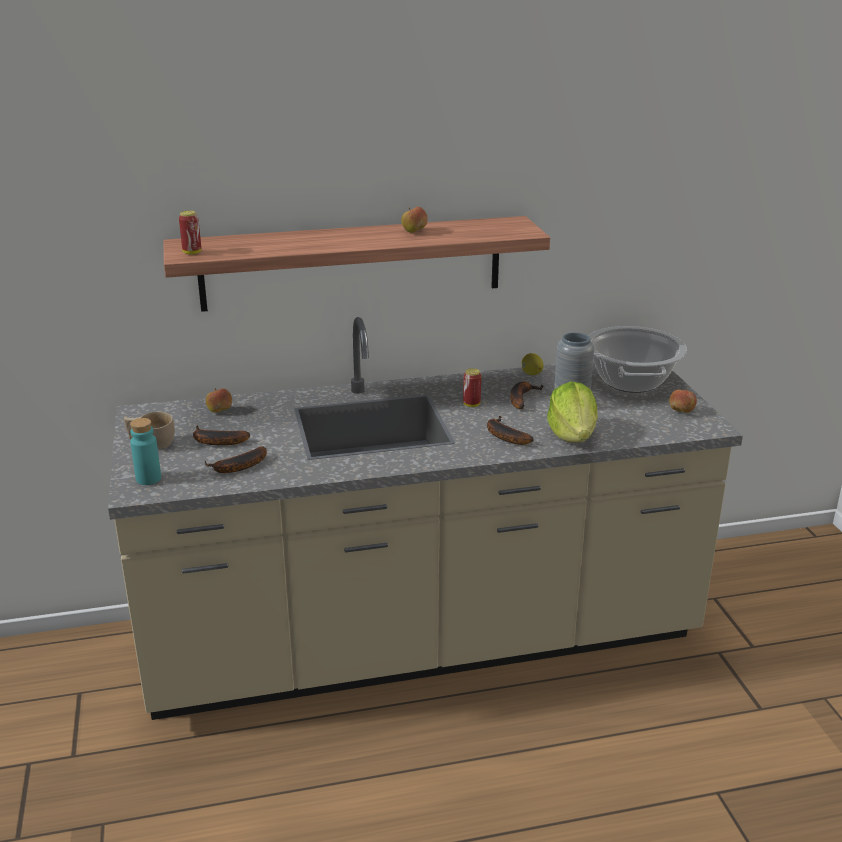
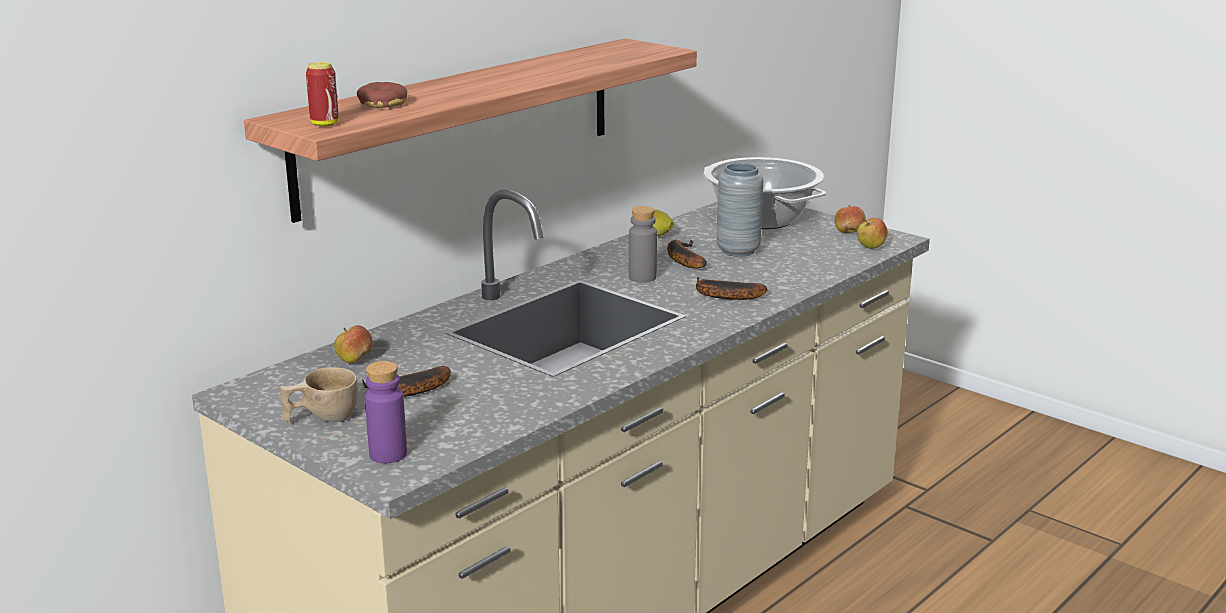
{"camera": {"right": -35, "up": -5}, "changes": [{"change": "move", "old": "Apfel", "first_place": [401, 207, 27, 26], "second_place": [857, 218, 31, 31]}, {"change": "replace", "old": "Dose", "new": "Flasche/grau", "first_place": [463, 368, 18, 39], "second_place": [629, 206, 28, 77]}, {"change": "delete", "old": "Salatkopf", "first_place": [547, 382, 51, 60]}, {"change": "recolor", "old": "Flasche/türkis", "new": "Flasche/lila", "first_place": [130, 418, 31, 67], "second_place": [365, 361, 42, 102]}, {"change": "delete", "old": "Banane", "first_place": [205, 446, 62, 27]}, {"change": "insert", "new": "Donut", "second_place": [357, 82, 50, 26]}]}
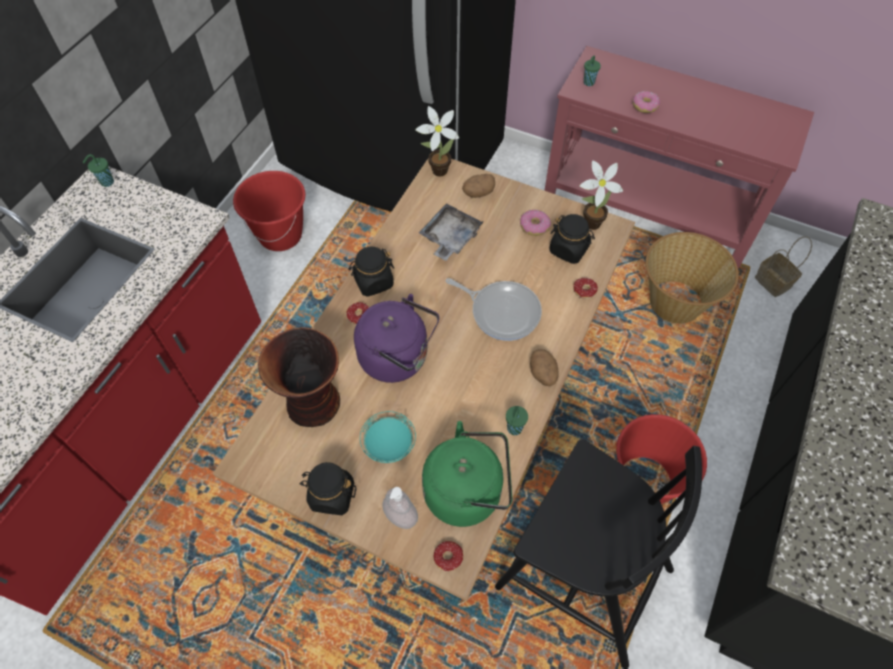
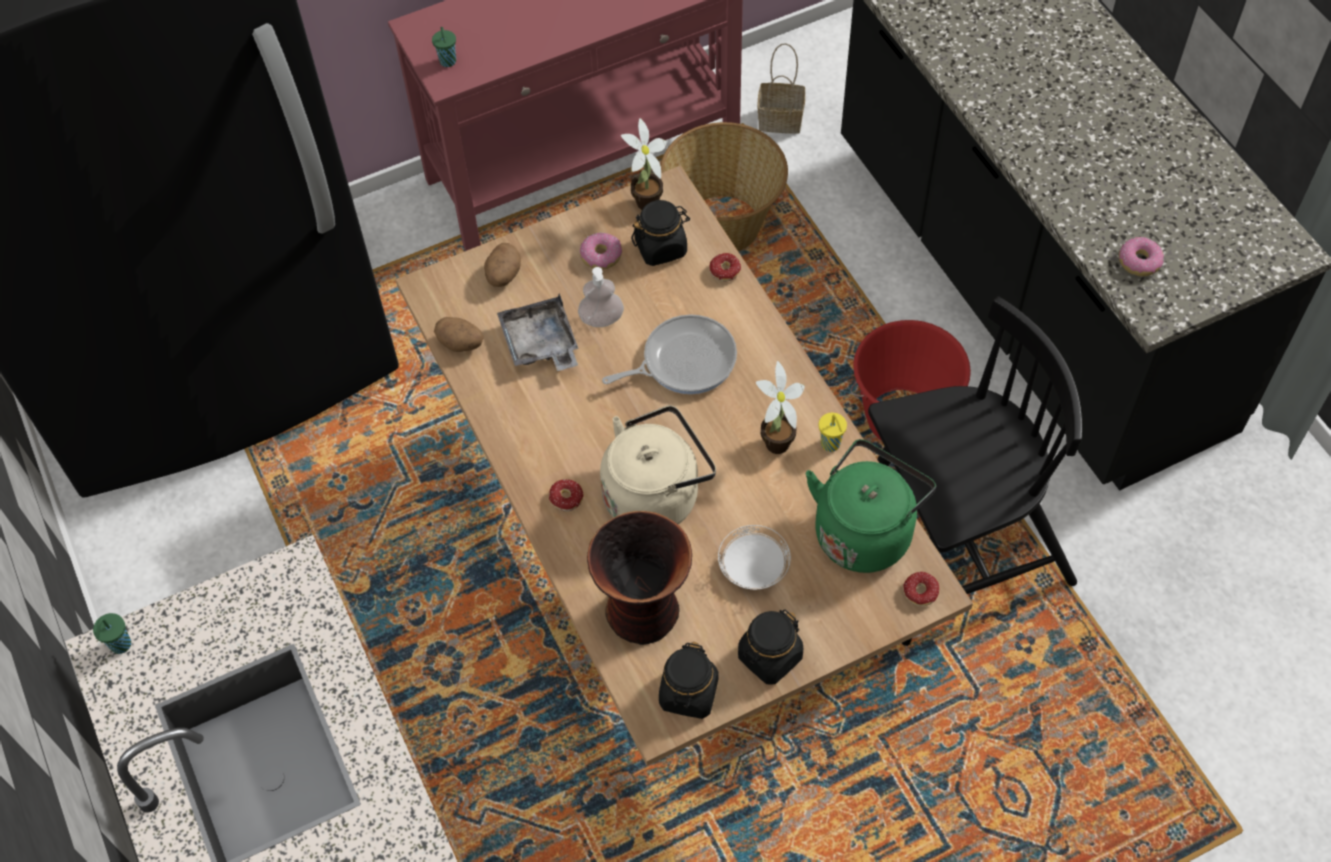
{"camera": {"right": -50, "up": 0}, "changes": [{"change": "move", "old": "Donut", "first_place": [633, 91, 27, 22], "second_place": [1119, 237, 45, 39]}, {"change": "move", "old": "Topfpflanze", "first_place": [415, 106, 44, 71], "second_place": [756, 361, 49, 93]}, {"change": "delete", "old": "Eimer/rot", "first_place": [233, 171, 73, 80]}, {"change": "move", "old": "Vorratsglas/schwarz", "first_place": [348, 246, 46, 51], "second_place": [659, 642, 60, 77]}, {"change": "recolor", "old": "Wasserkessel/lila", "new": "Wasserkessel/beige", "first_place": [354, 294, 85, 89], "second_place": [600, 405, 116, 119]}, {"change": "move", "old": "Kartoffel", "first_place": [530, 349, 29, 37], "second_place": [434, 317, 50, 35]}, {"change": "recolor", "old": "Tasse/grün", "new": "Tasse/gelb", "first_place": [506, 406, 22, 29], "second_place": [819, 413, 28, 39]}, {"change": "recolor", "old": "Teller/türkis", "new": "Teller/weiß", "first_place": [360, 411, 56, 52], "second_place": [718, 525, 73, 65]}, {"change": "move", "old": "Seifenspender", "first_place": [382, 487, 36, 42], "second_place": [578, 267, 46, 60]}]}
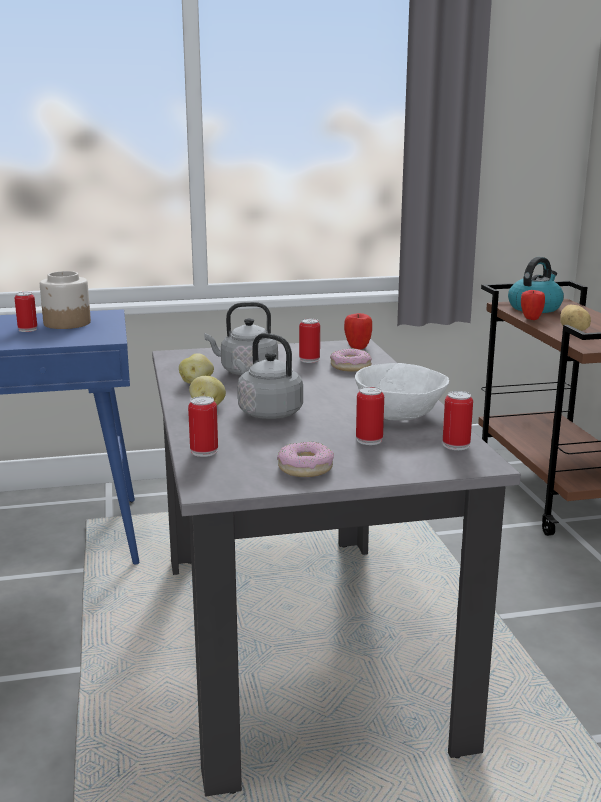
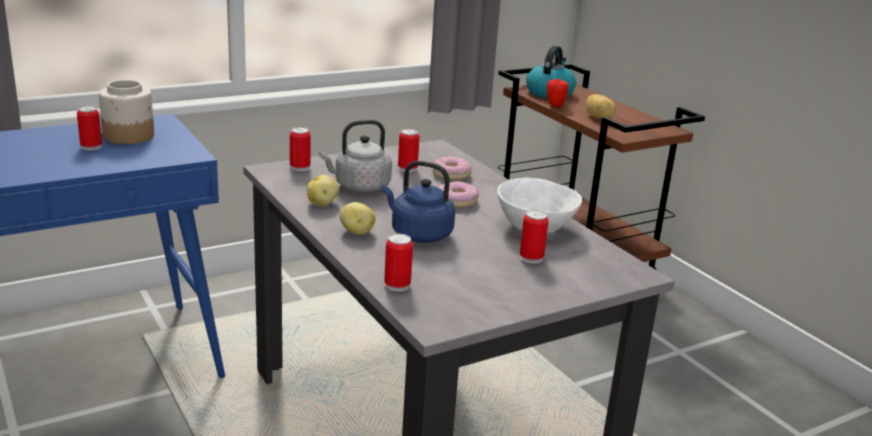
{"camera": {"right": -20, "up": 5}, "changes": [{"change": "delete", "old": "Apfel", "first_place": [344, 313, 28, 37]}, {"change": "recolor", "old": "Wasserkessel/grau", "new": "Wasserkessel/blau", "first_place": [236, 333, 67, 86], "second_place": [382, 161, 73, 82]}, {"change": "move", "old": "Dose", "first_place": [443, 391, 30, 59], "second_place": [290, 127, 21, 44]}, {"change": "move", "old": "Donut", "first_place": [277, 442, 57, 35], "second_place": [438, 181, 41, 27]}]}
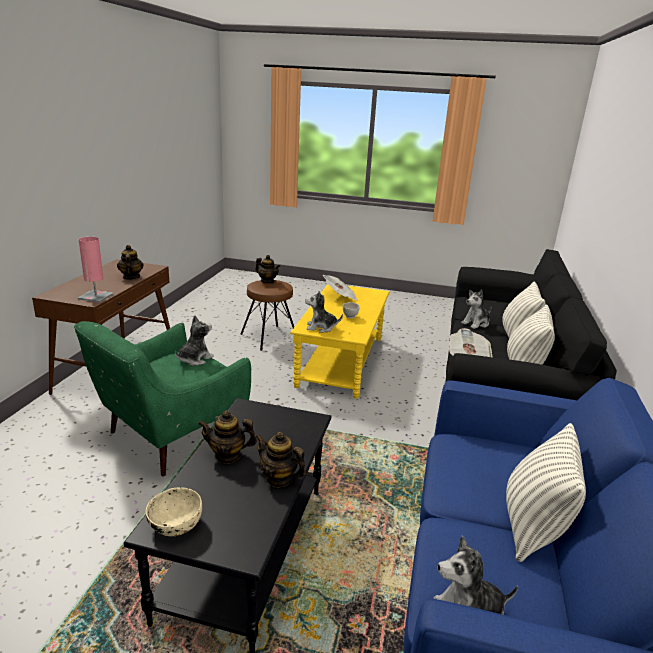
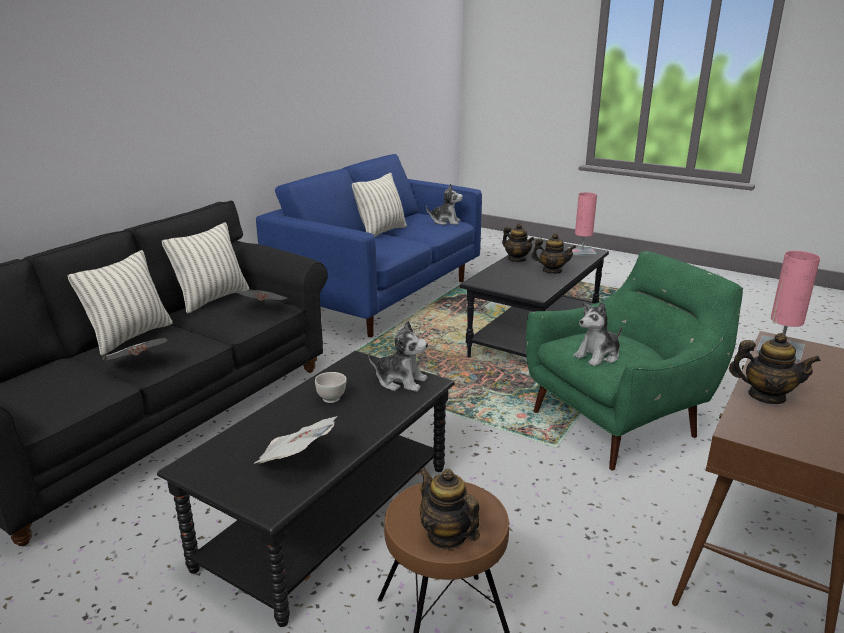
{"camera": {"right": -160, "up": 0}, "changes": [{"change": "rotate", "old": "Teekanne", "first_place": [117, 245, 27, 35], "second_place": [729, 333, 92, 71], "degrees": -75}, {"change": "recolor", "old": "Couchtisch/gelb", "new": "Couchtisch/schwarz", "first_place": [290, 284, 100, 115], "second_place": [157, 351, 298, 276]}, {"change": "replace", "old": "Plüschtier", "new": "Zeitung", "first_place": [461, 290, 31, 39], "second_place": [102, 338, 66, 23]}, {"change": "replace", "old": "Schüssel/beige", "new": "Tischlampe/rosa", "first_place": [146, 487, 56, 49], "second_place": [568, 192, 29, 64]}]}
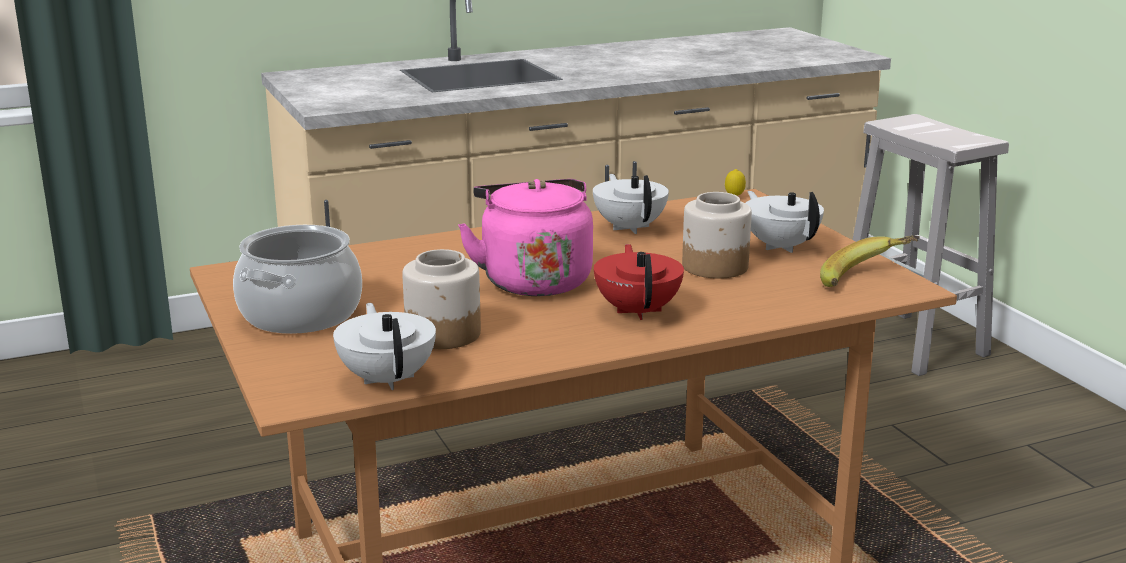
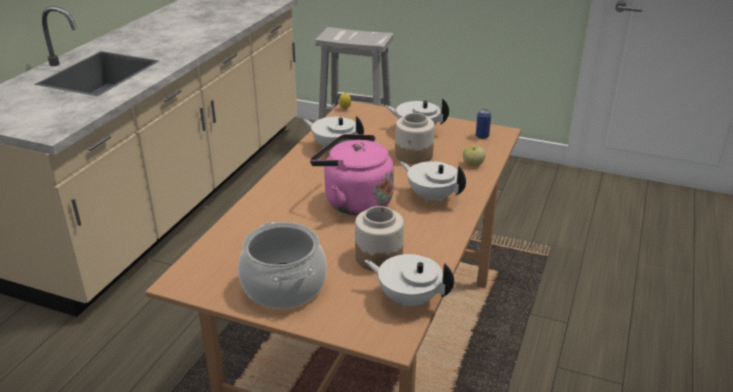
{"camera": {"right": -45, "up": 10}, "changes": [{"change": "replace", "old": "Banane", "new": "Dose", "first_place": [820, 236, 100, 51], "second_place": [476, 109, 15, 30]}, {"change": "recolor", "old": "Teekanne/rot", "new": "Teekanne/weiß", "first_place": [594, 244, 90, 76], "second_place": [400, 161, 66, 42]}, {"change": "insert", "new": "Apfel", "second_place": [463, 145, 23, 21]}]}
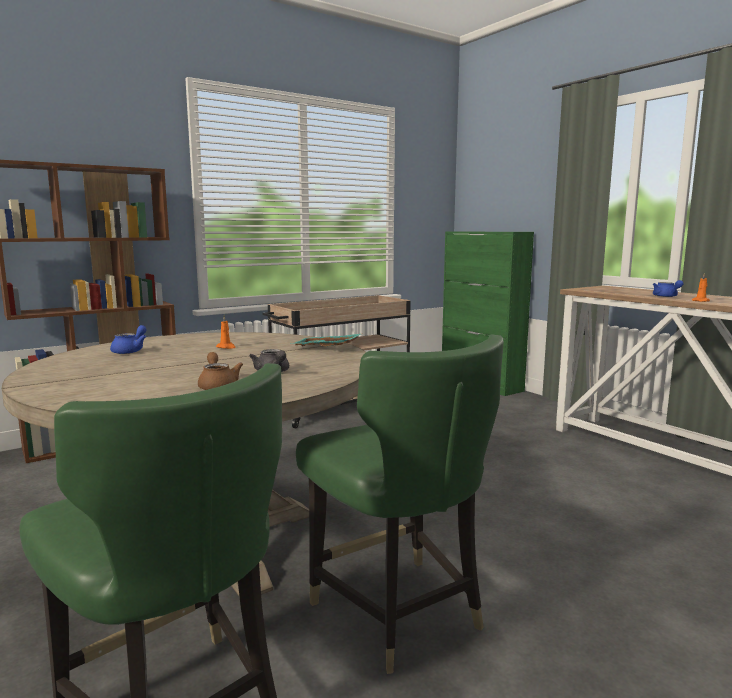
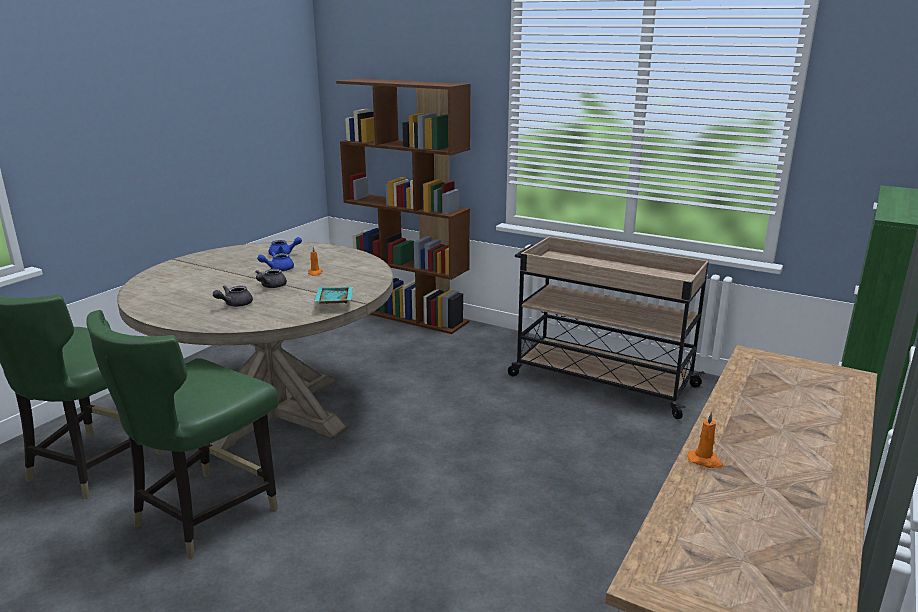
{"camera": {"right": 65, "up": 10}, "changes": [{"change": "move", "old": "Teekanne/blau", "first_place": [653, 280, 30, 17], "second_place": [257, 252, 37, 19]}, {"change": "delete", "old": "Teekanne/braun", "first_place": [198, 352, 45, 38]}, {"change": "insert", "new": "Teekanne/grau", "second_place": [256, 269, 31, 19]}]}
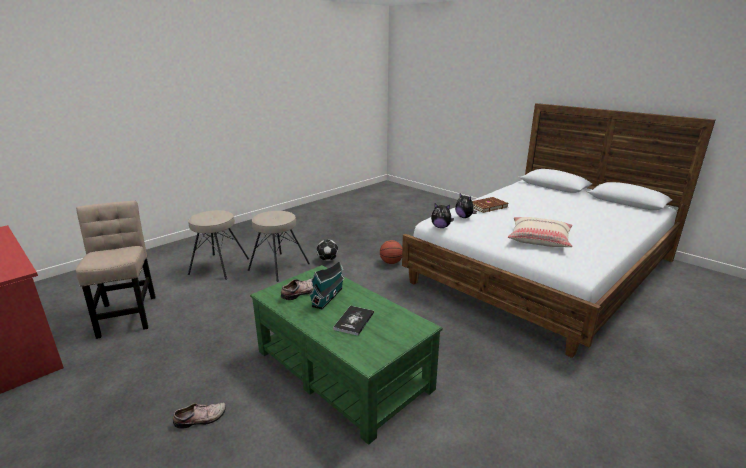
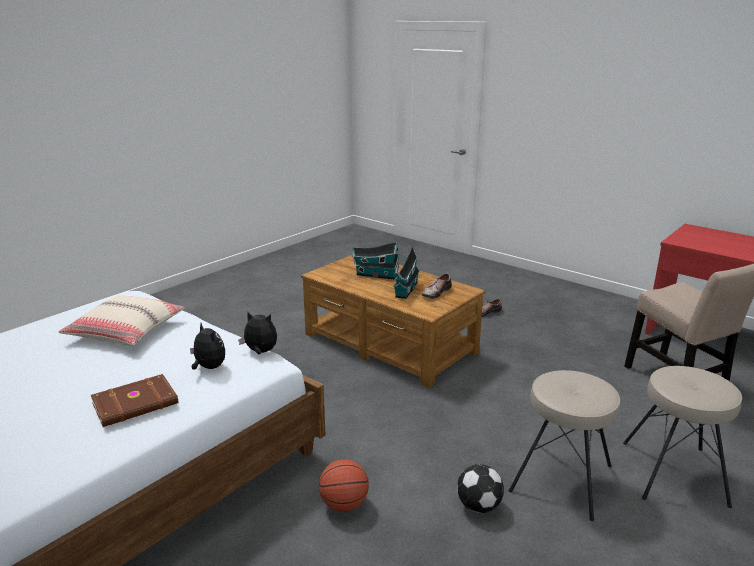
{"camera": {"right": 175, "up": 0}, "changes": [{"change": "recolor", "old": "Couchtisch/grün", "new": "Couchtisch/braun", "first_place": [250, 265, 193, 180], "second_place": [301, 255, 185, 133]}, {"change": "replace", "old": "Buch", "new": "Spielzeughaus", "first_place": [333, 306, 41, 30], "second_place": [352, 242, 48, 38]}]}
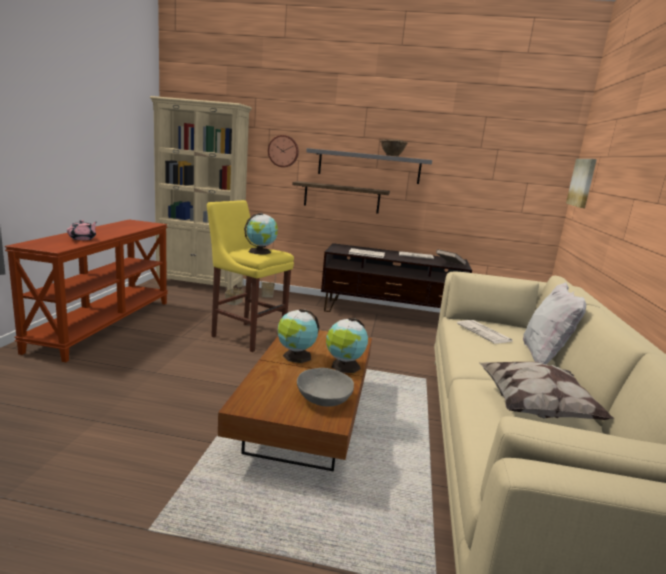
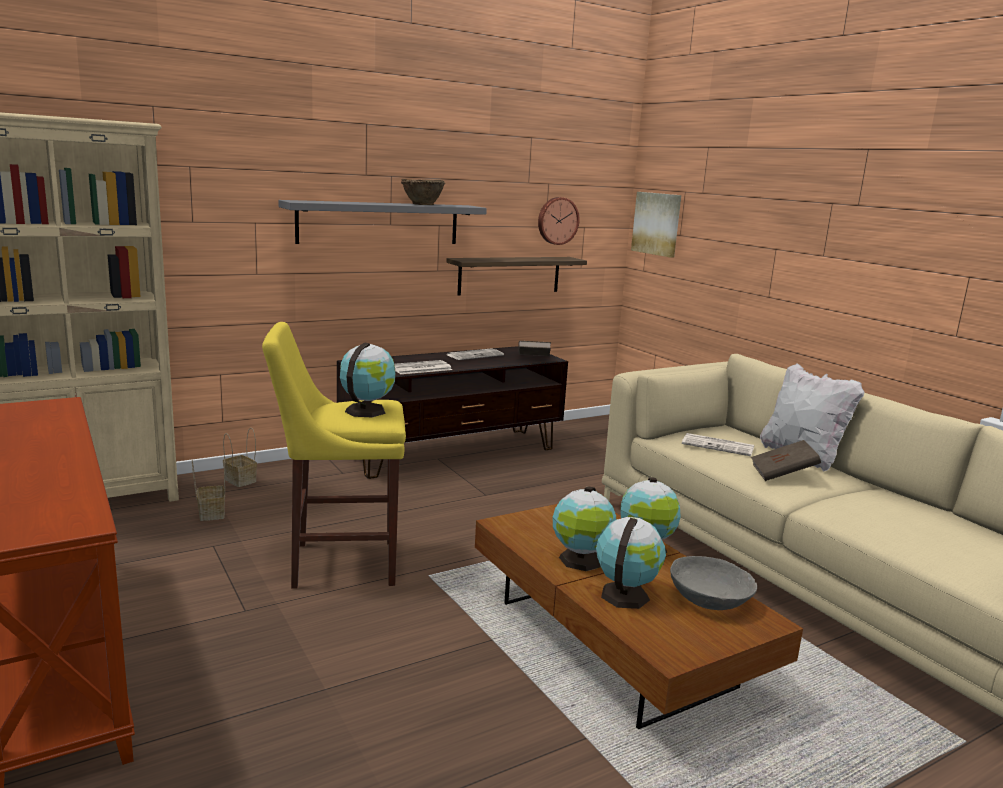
{"camera": {"right": -40, "up": 0}, "changes": [{"change": "move", "old": "Wanduhr", "first_place": [268, 135, 31, 32], "second_place": [538, 197, 42, 48]}, {"change": "move", "old": "Wandregal", "first_place": [292, 181, 98, 33], "second_place": [446, 257, 141, 38]}, {"change": "delete", "old": "Teekanne/rosa", "first_place": [67, 220, 30, 20]}, {"change": "delete", "old": "Kissen", "first_place": [478, 362, 136, 58]}, {"change": "insert", "new": "Buch/braun", "second_place": [751, 440, 70, 41]}, {"change": "insert", "new": "Globus", "second_place": [596, 517, 70, 92]}]}
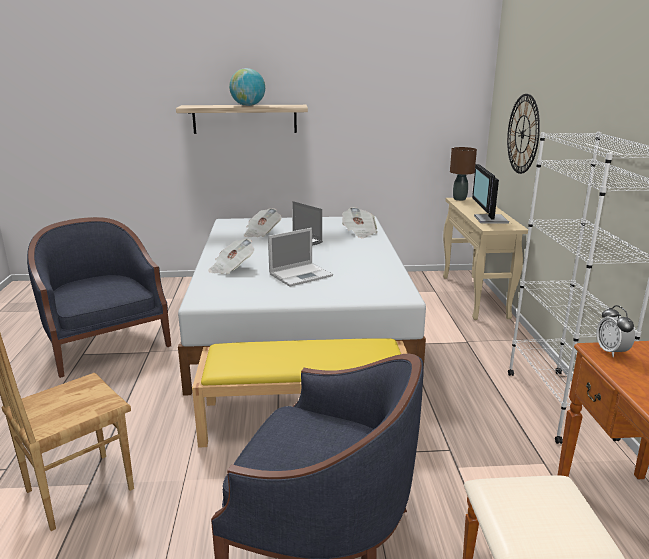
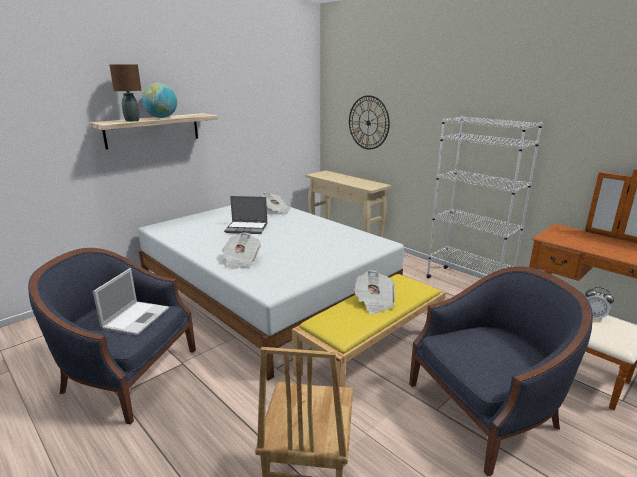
{"camera": {"right": -40, "up": 0}, "changes": [{"change": "move", "old": "Tischlampe/braun", "first_place": [450, 147, 27, 54], "second_place": [110, 64, 31, 58]}, {"change": "delete", "old": "Monitor", "first_place": [472, 164, 37, 60]}, {"change": "move", "old": "Zeitung", "first_place": [244, 208, 37, 29], "second_place": [354, 270, 41, 44]}, {"change": "move", "old": "Laptop", "first_place": [268, 228, 65, 59], "second_place": [93, 268, 76, 68]}, {"change": "move", "old": "Wecker", "first_place": [597, 305, 38, 52], "second_place": [585, 287, 29, 34]}]}
